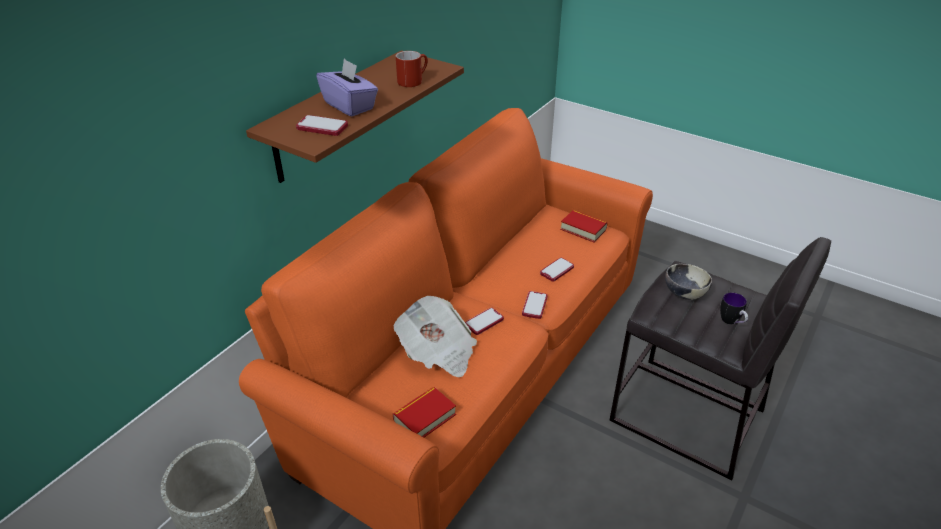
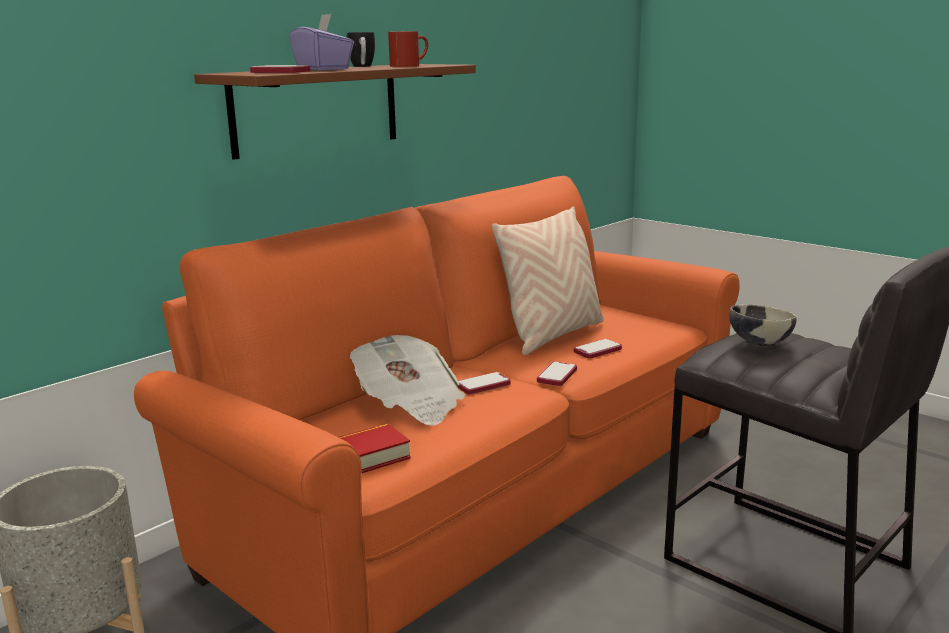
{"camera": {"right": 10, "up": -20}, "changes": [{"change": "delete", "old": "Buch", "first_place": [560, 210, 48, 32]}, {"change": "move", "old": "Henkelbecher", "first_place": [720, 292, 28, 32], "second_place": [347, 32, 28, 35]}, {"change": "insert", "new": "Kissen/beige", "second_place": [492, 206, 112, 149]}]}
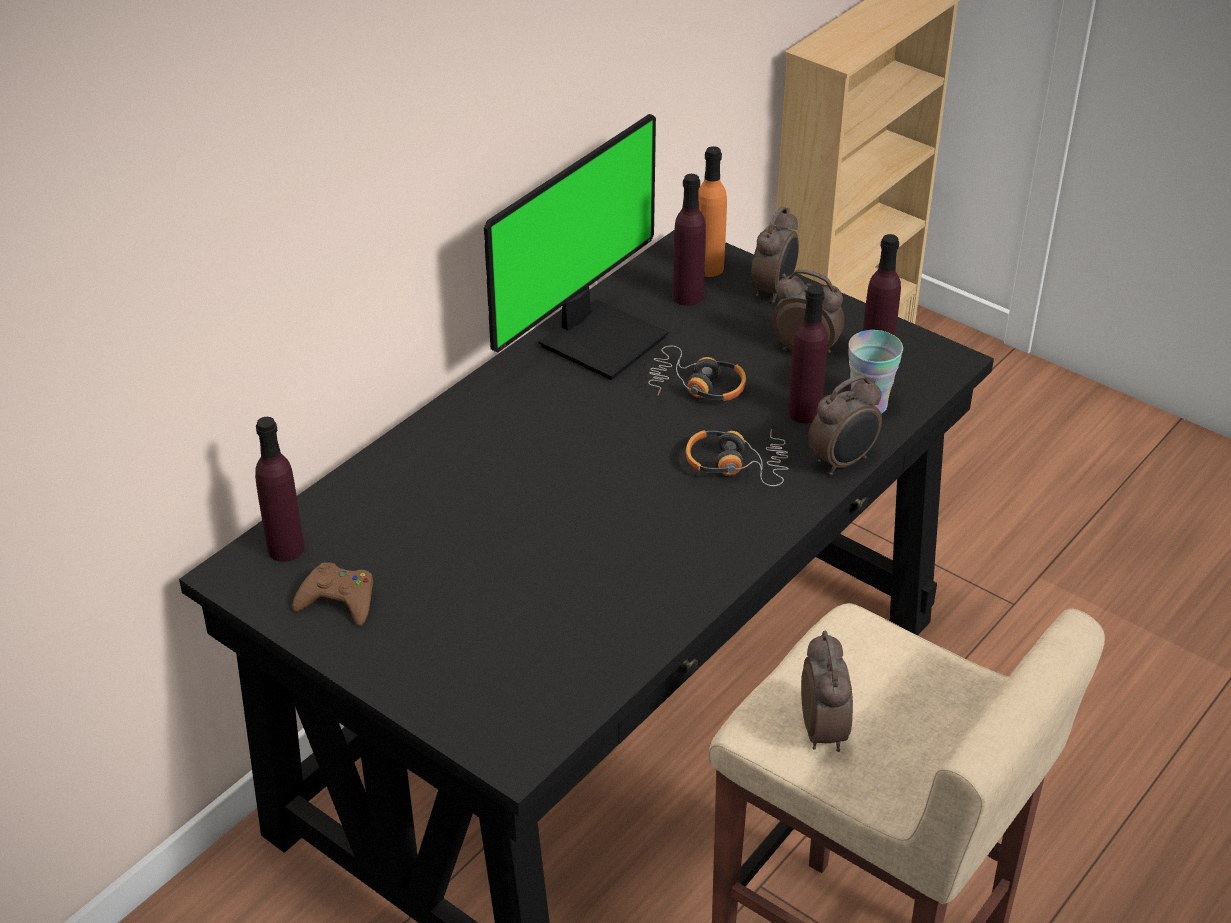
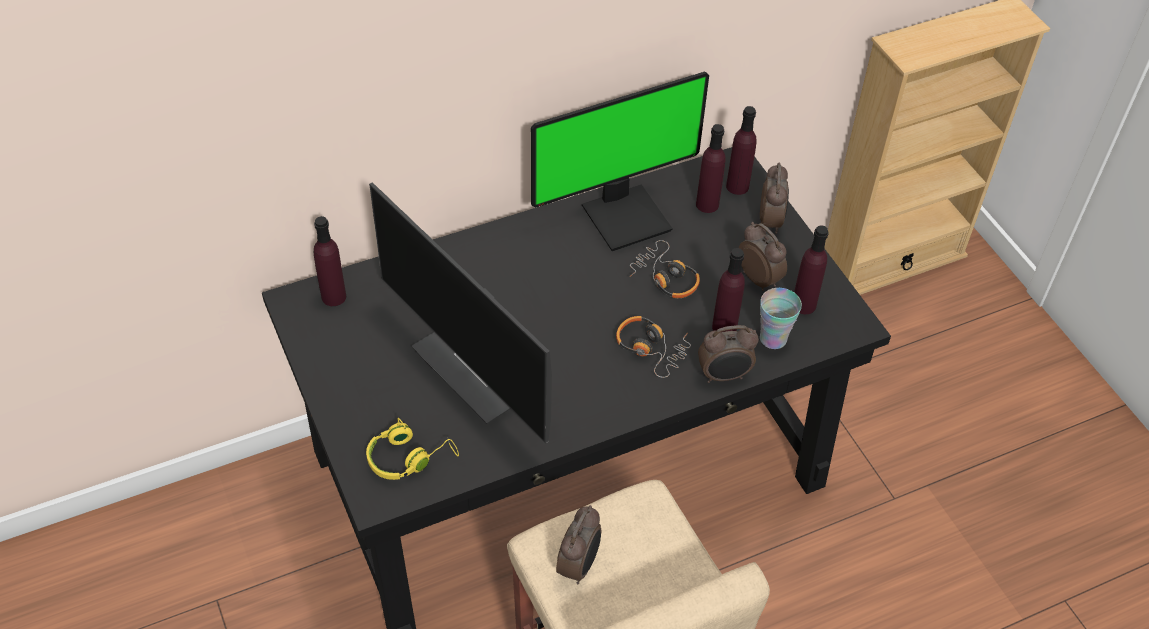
{"camera": {"right": 25, "up": 10}, "changes": [{"change": "recolor", "old": "Flasche/orange", "new": "Flasche/lila", "first_place": [698, 146, 29, 131], "second_place": [726, 106, 31, 89]}, {"change": "rotate", "old": "Wecker", "first_place": [751, 207, 48, 96], "second_place": [760, 163, 29, 71], "degrees": -45}, {"change": "delete", "old": "Gamepad/braun", "first_place": [292, 562, 81, 64]}, {"change": "insert", "new": "Monitor", "second_place": [369, 182, 183, 261]}, {"change": "insert", "new": "Kopfhörer/gelb", "second_place": [366, 418, 93, 62]}]}
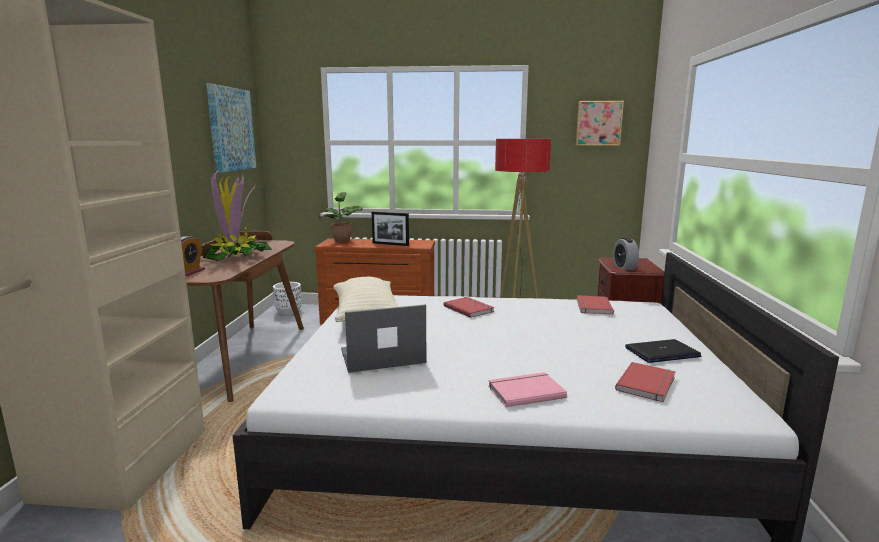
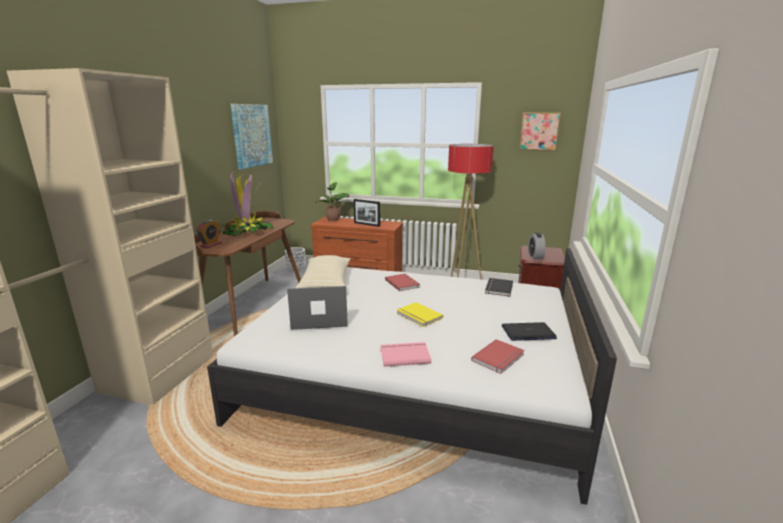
{"camera": {"right": 10, "up": 5}, "changes": [{"change": "recolor", "old": "Buch/rot", "new": "Buch/schwarz", "first_place": [577, 295, 37, 20], "second_place": [485, 278, 28, 19]}, {"change": "insert", "new": "Buch/gelb", "second_place": [397, 302, 46, 25]}]}
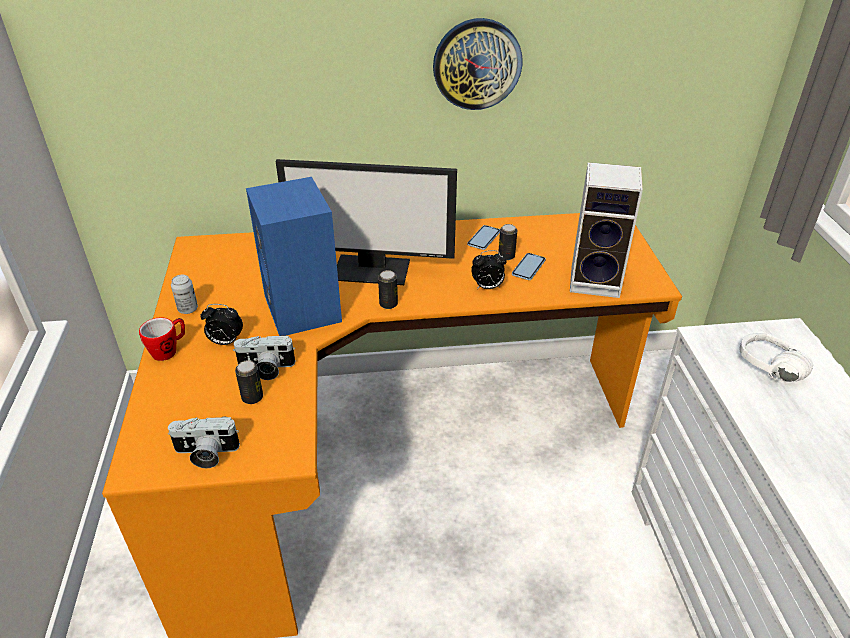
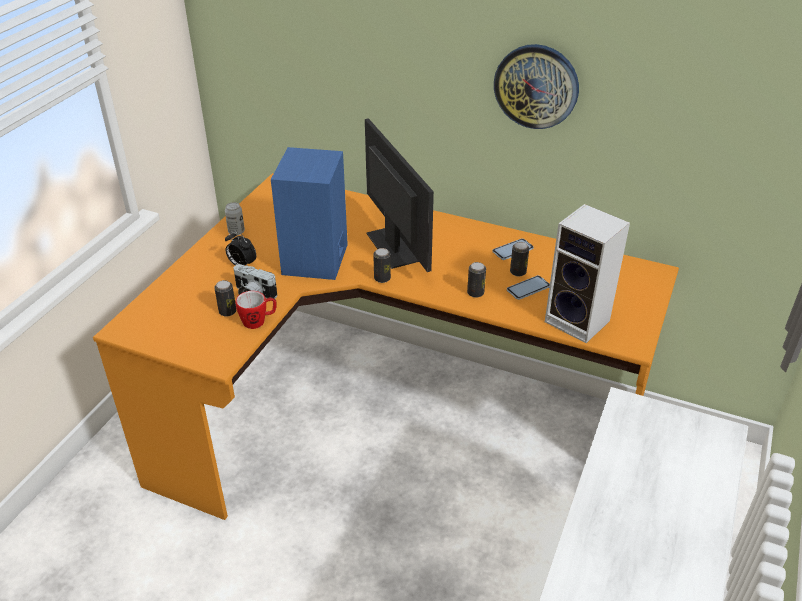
{"camera": {"right": 30, "up": 0}, "changes": [{"change": "rotate", "old": "Monitor", "first_place": [276, 159, 181, 126], "second_place": [365, 118, 69, 154], "degrees": -150}, {"change": "replace", "old": "Wecker", "new": "Dose", "first_place": [471, 250, 36, 39], "second_place": [467, 262, 19, 36]}, {"change": "move", "old": "Henkelbecher", "first_place": [139, 317, 46, 44], "second_place": [236, 291, 41, 38]}, {"change": "delete", "old": "Kopfhörer/weiß", "first_place": [739, 333, 74, 49]}, {"change": "delete", "old": "Kamera", "first_place": [168, 416, 72, 52]}]}
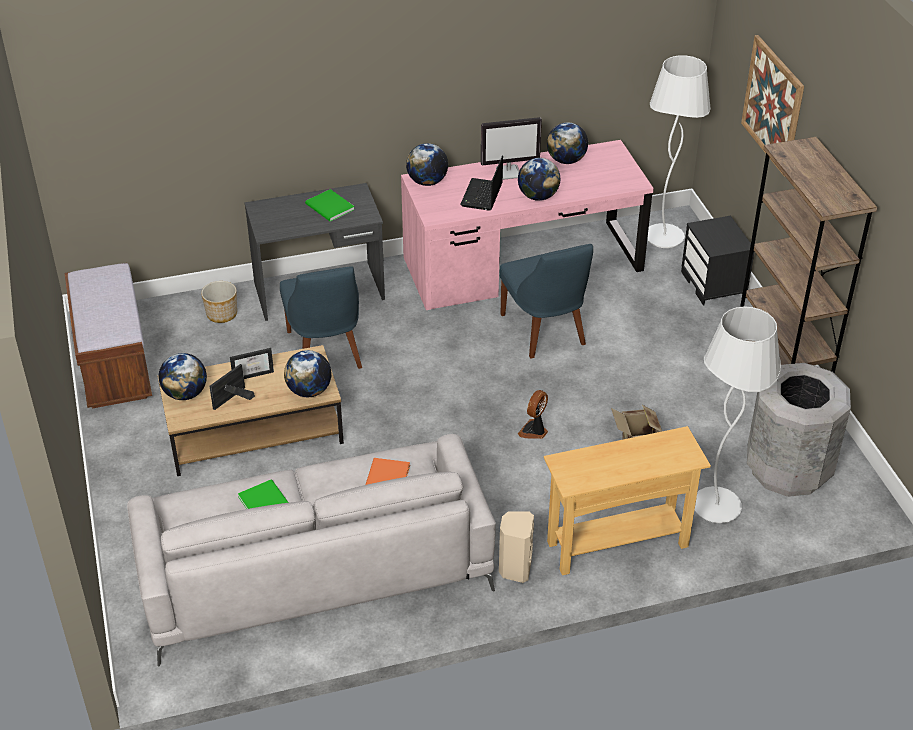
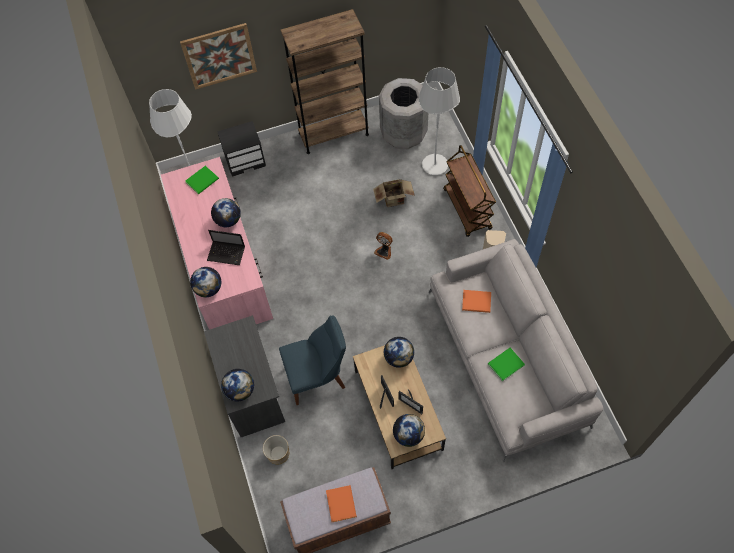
{"camera": {"right": -90, "up": 20}, "changes": [{"change": "delete", "old": "Monitor", "first_place": [481, 117, 61, 63]}, {"change": "move", "old": "Globus", "first_place": [547, 123, 41, 41], "second_place": [221, 369, 33, 33]}, {"change": "move", "old": "Buch/grün", "first_place": [305, 189, 50, 33], "second_place": [185, 166, 34, 28]}, {"change": "delete", "old": "Stuhl/blau", "first_place": [499, 244, 94, 115]}, {"change": "replace", "old": "Konsolentisch/beige", "new": "Rollwagen/braun", "first_place": [544, 426, 167, 149], "second_place": [443, 145, 53, 92]}, {"change": "insert", "new": "Buch/orange", "second_place": [326, 485, 31, 37]}]}
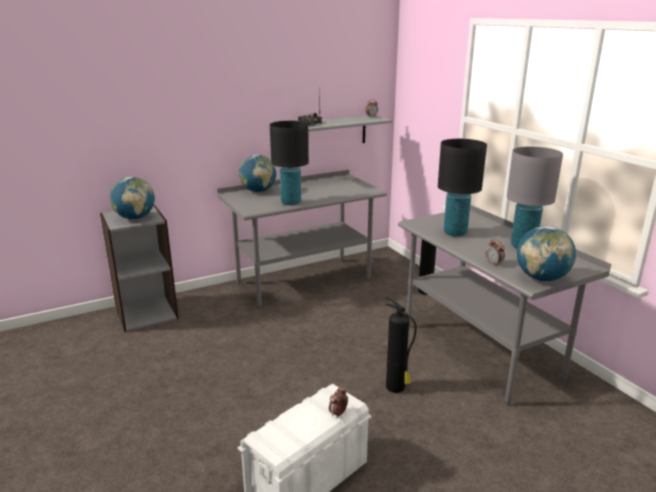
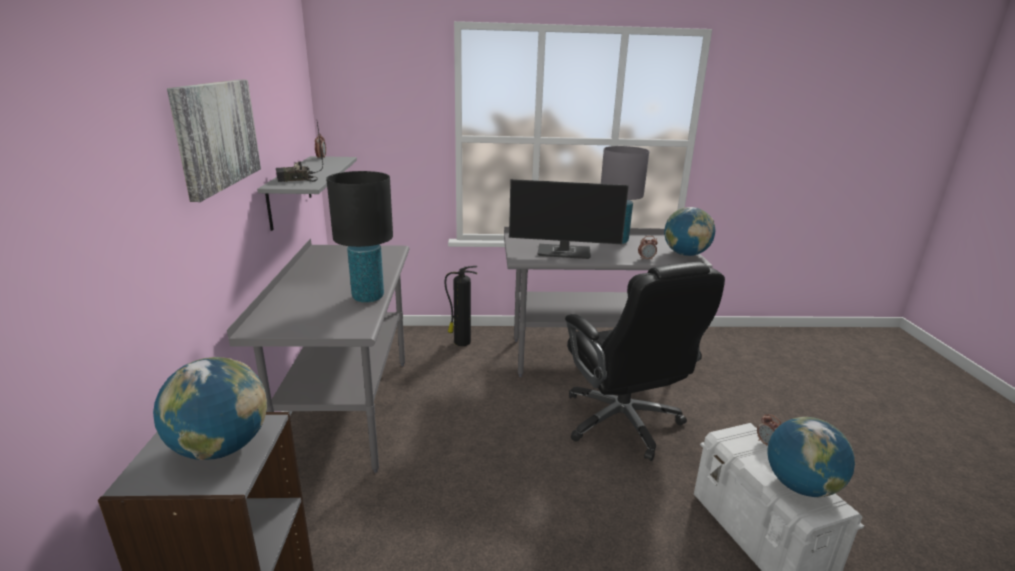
{"camera": {"right": -65, "up": 0}, "changes": [{"change": "replace", "old": "Tischlampe/schwarz", "new": "Monitor", "first_place": [438, 139, 49, 98], "second_place": [509, 179, 120, 80]}, {"change": "move", "old": "Globus", "first_place": [239, 155, 37, 37], "second_place": [768, 417, 87, 80]}, {"change": "replace", "old": "Feuerlöscher", "new": "Bürostuhl/schwarz", "first_place": [385, 296, 32, 97], "second_place": [565, 262, 160, 199]}, {"change": "insert", "new": "Bild", "second_place": [167, 79, 94, 123]}]}
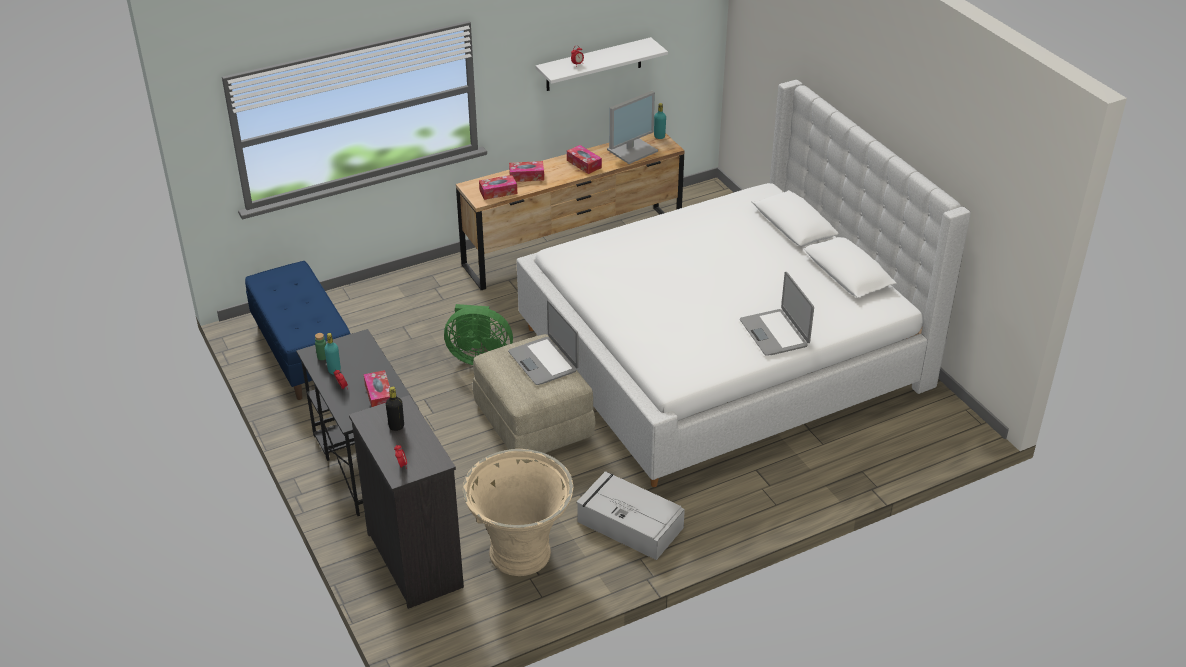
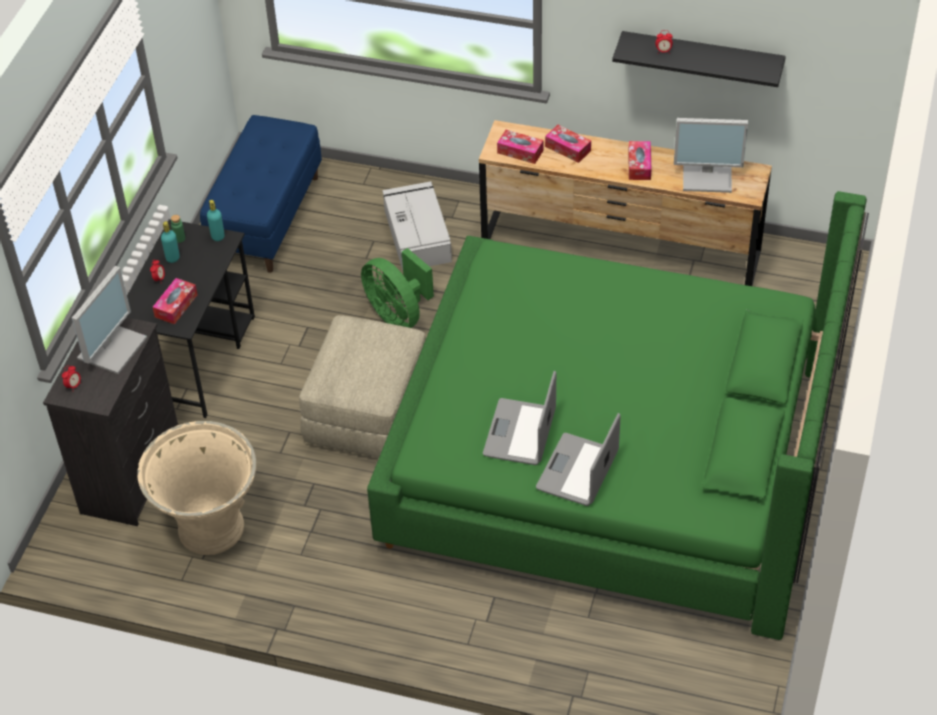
{"camera": {"right": 45, "up": 10}, "changes": [{"change": "recolor", "old": "Wandregal/weiß", "new": "Wandregal/schwarz", "first_place": [536, 37, 132, 54], "second_place": [612, 31, 174, 56]}, {"change": "recolor", "old": "Bett/weiß", "new": "Bett/grün", "first_place": [517, 80, 454, 407], "second_place": [367, 191, 502, 449]}, {"change": "move", "old": "Flasche/türkis", "first_place": [654, 103, 12, 36], "second_place": [207, 200, 18, 41]}, {"change": "move", "old": "Laptop", "first_place": [508, 300, 71, 85], "second_place": [483, 371, 73, 94]}, {"change": "replace", "old": "Flasche/schwarz", "new": "Monitor", "first_place": [386, 387, 18, 44], "second_place": [72, 266, 75, 108]}, {"change": "move", "old": "Aufbewahrungsbox/grau", "first_place": [576, 471, 109, 89], "second_place": [382, 181, 70, 89]}]}
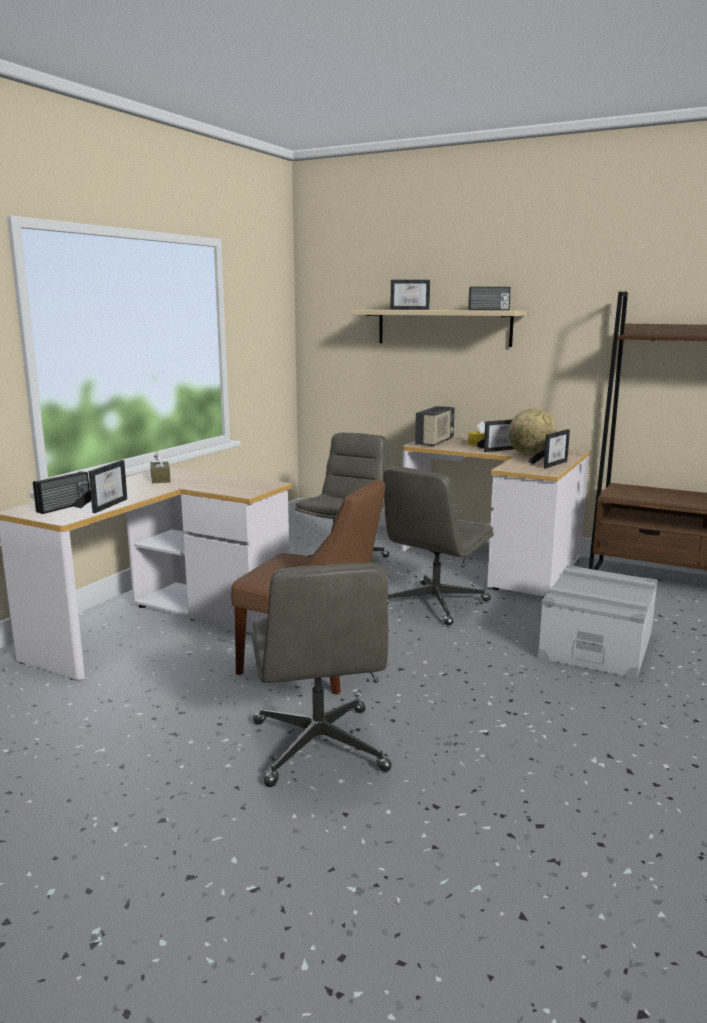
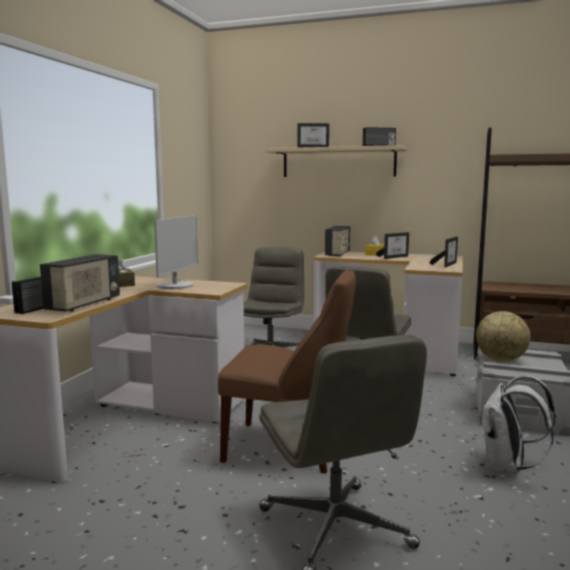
{"camera": {"right": -10, "up": -5}, "changes": [{"change": "move", "old": "Globus", "first_place": [508, 409, 49, 47], "second_place": [476, 311, 55, 51]}, {"change": "replace", "old": "Bilderrahmen", "new": "Radio", "first_place": [74, 460, 53, 53], "second_place": [40, 254, 80, 58]}, {"change": "insert", "new": "Monitor", "second_place": [154, 215, 45, 74]}, {"change": "insert", "new": "Rucksack/weiß", "second_place": [480, 376, 76, 98]}]}
